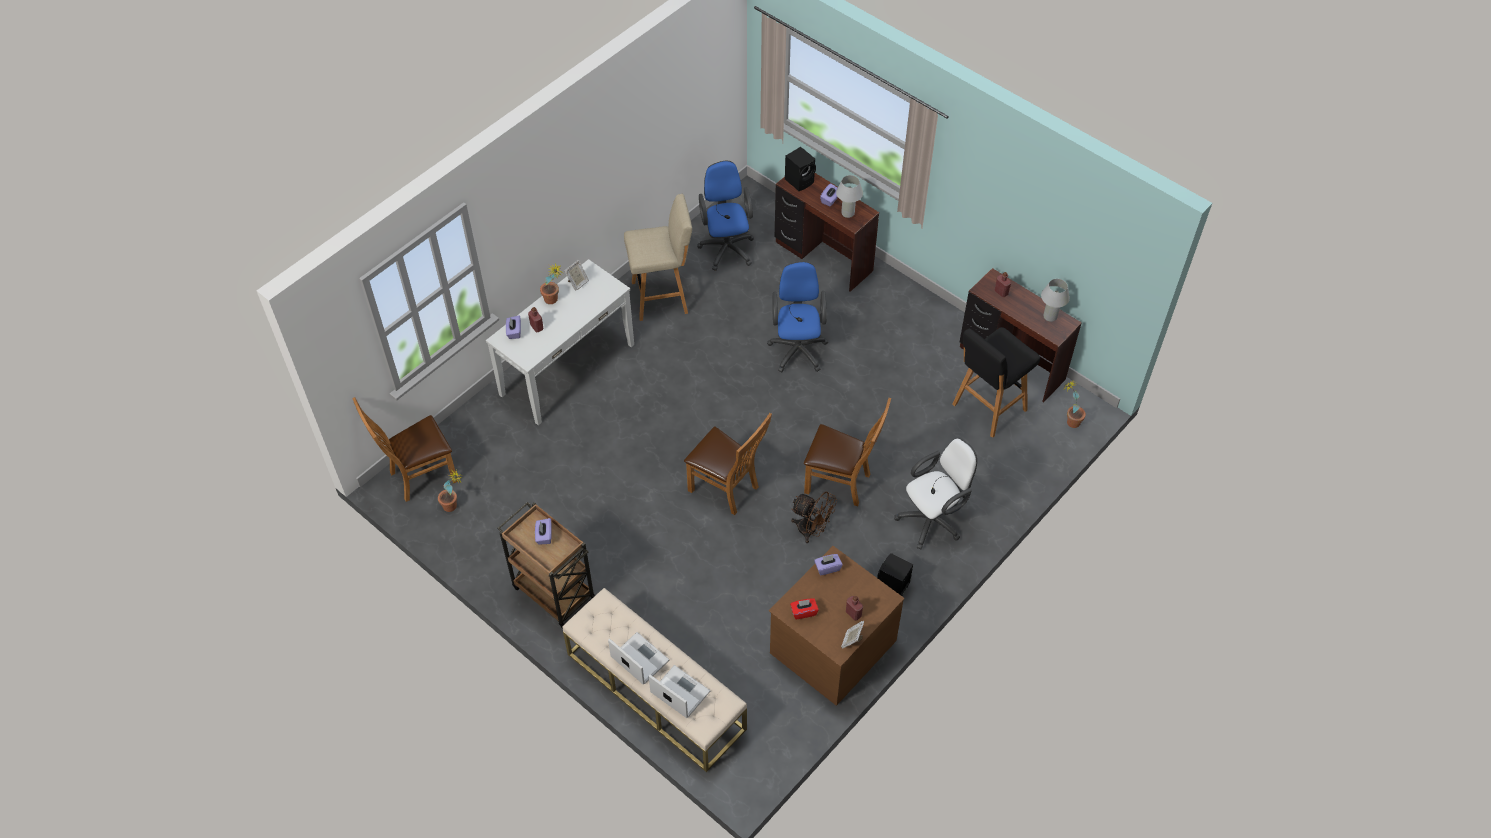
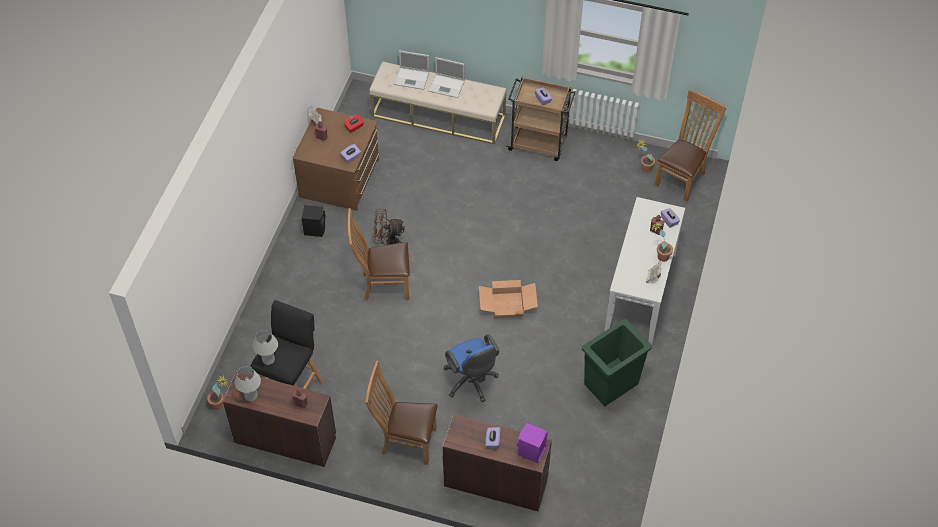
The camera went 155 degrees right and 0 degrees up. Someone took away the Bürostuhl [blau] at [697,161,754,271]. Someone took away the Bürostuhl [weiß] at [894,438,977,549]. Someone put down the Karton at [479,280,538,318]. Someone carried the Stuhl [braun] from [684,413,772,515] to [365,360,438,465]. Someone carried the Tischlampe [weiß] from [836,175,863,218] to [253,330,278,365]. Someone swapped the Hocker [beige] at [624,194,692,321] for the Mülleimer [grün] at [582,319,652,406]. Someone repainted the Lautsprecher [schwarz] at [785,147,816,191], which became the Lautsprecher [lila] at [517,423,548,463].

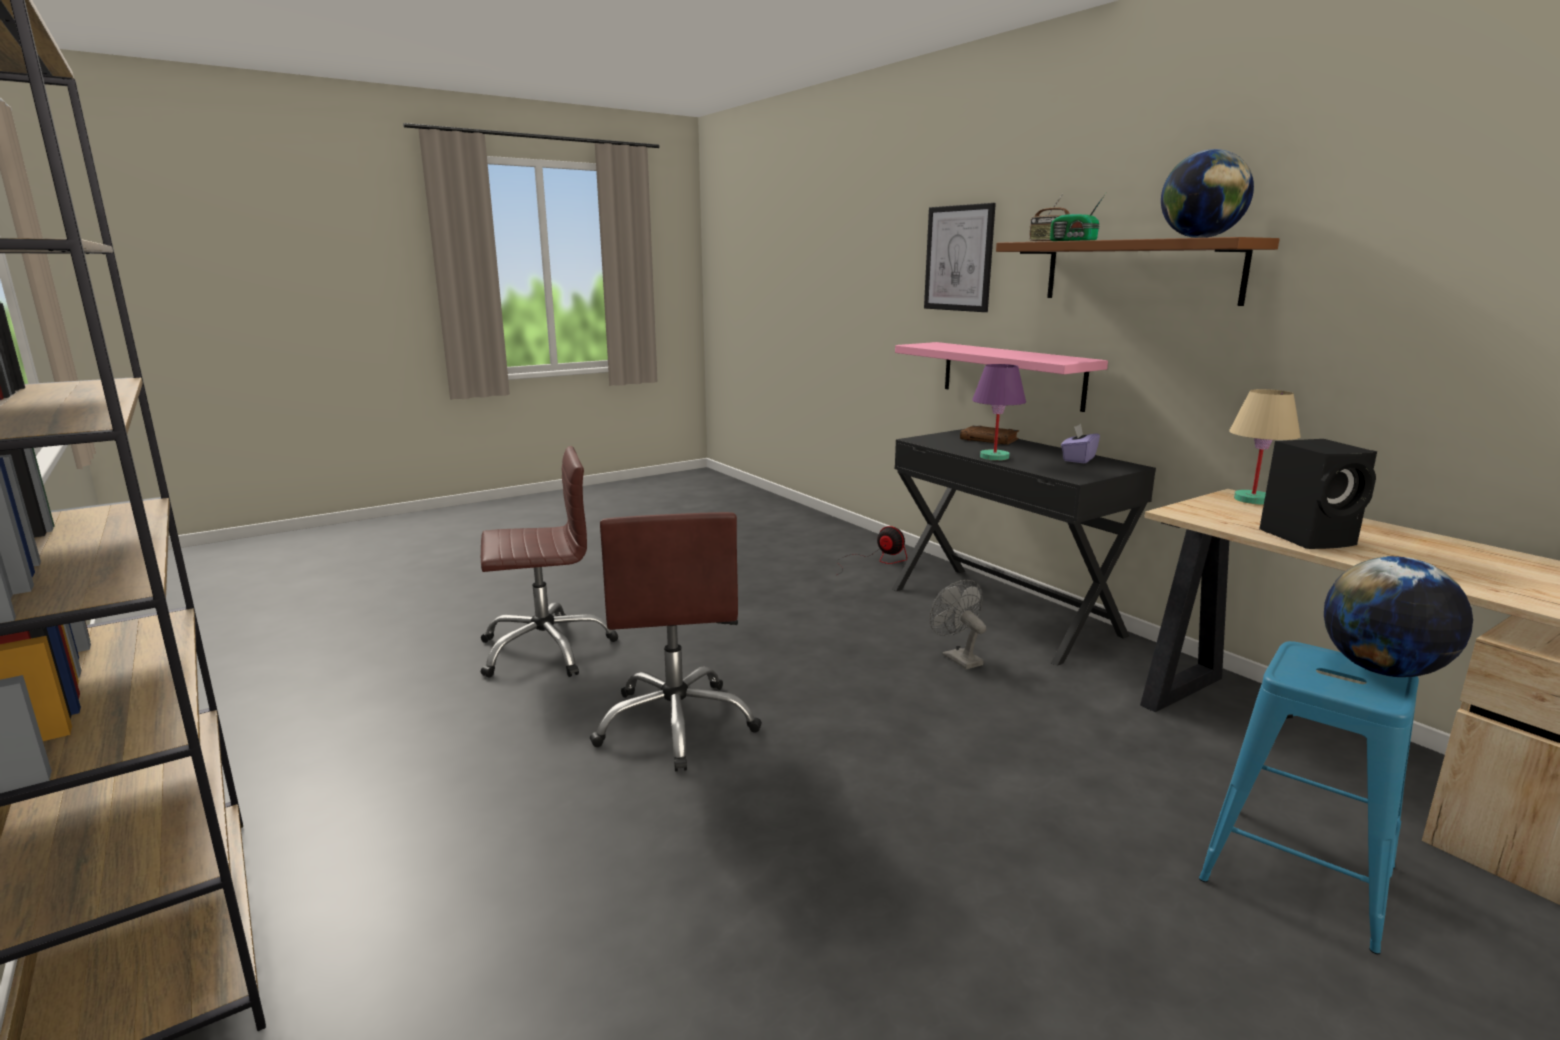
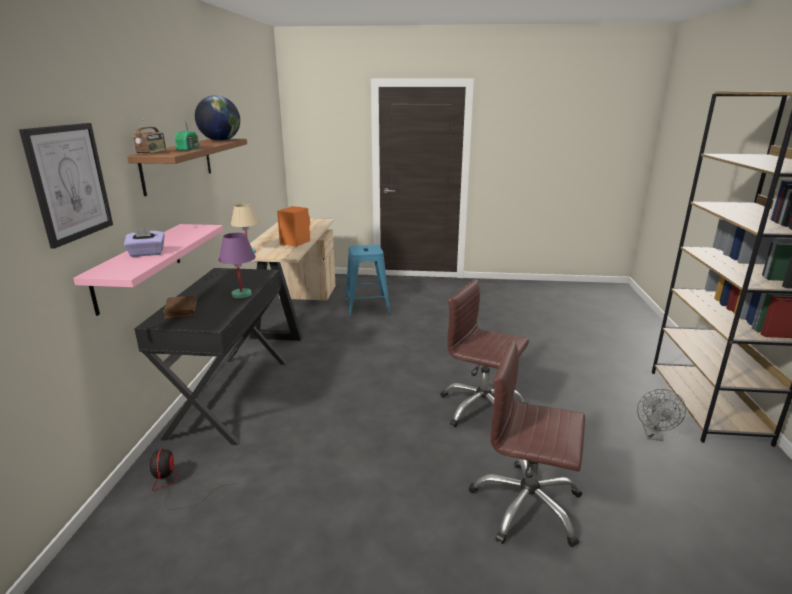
The camera went 140 degrees left and 5 degrees up. Someone took away the Globus at [1324,556,1473,677]. Someone carried the Ventilator [grau] from [930,580,986,669] to [637,389,686,441]. Someone carried the Taschentuchbox [lila] from [1061,424,1100,464] to [124,228,165,257]. Someone repainted the Lautsprecher [schwarz] at [1259,439,1377,549], which became the Lautsprecher [orange] at [277,206,310,247]. Someone rotated the Bürostuhl [braun] at [589,512,762,771] by 90 degrees counterclockwise.

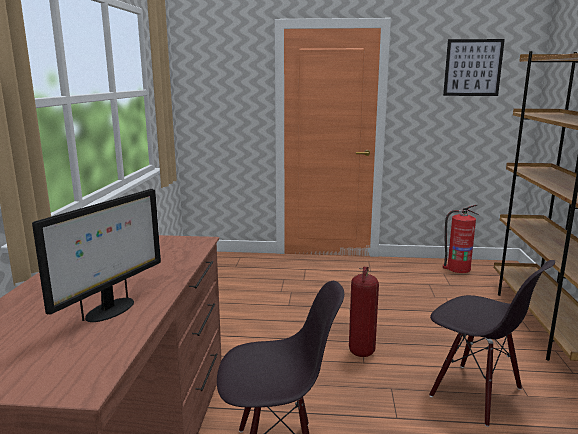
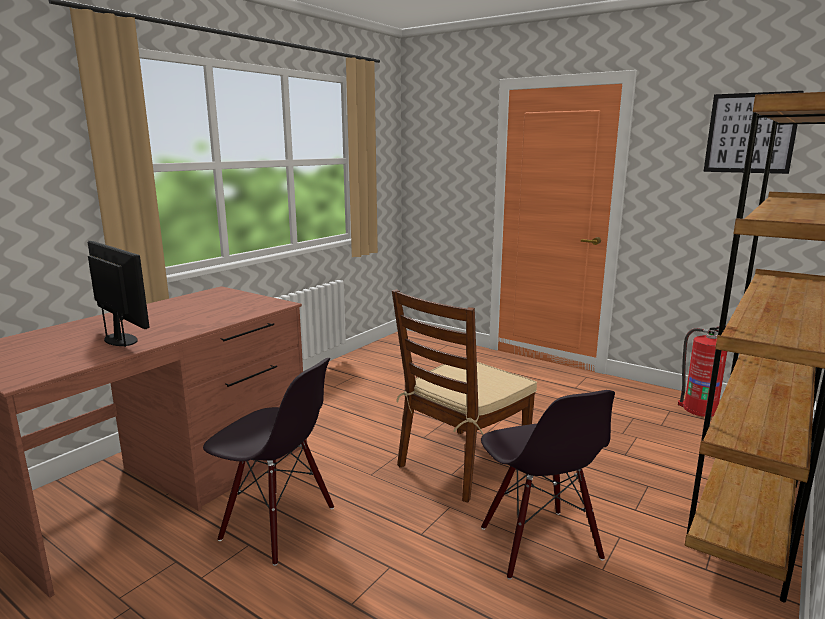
The camera went 30 degrees right and 0 degrees up. Someone swapped the Feuerlöscher at [349,266,379,357] for the Stuhl [braun] at [392,289,537,502]. Someone rotated the Monitor at [32,189,161,322] by 105 degrees counterclockwise.

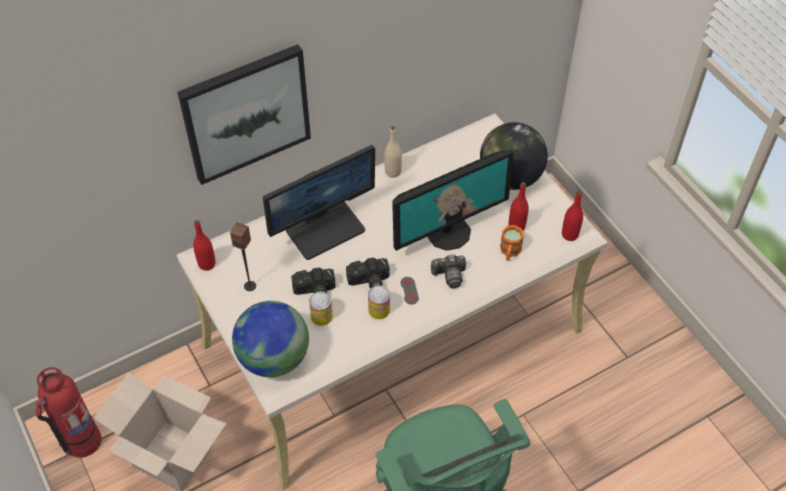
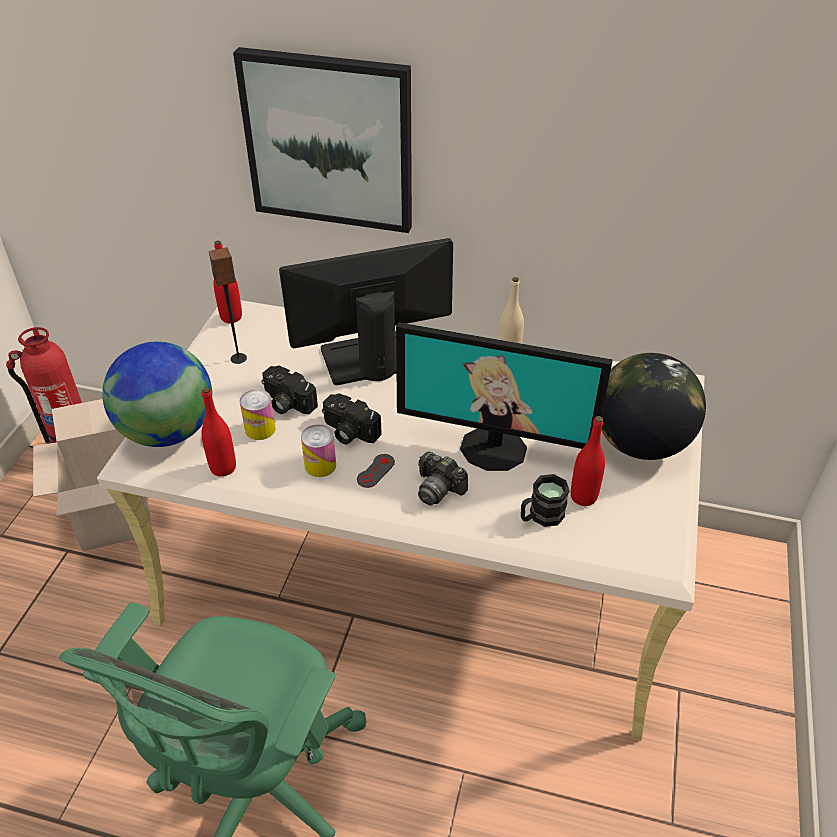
The camera went 45 degrees right and 10 degrees down. Someone carried the Flasche [rot] from [562,190,583,241] to [201,387,236,477]. Someone repainted the Henkelbecher [orange] at [500,225,524,261], which became the Henkelbecher [schwarz] at [521,474,570,527]. Someone rotated the Monitor at [263,145,375,260] by 150 degrees clockwise.

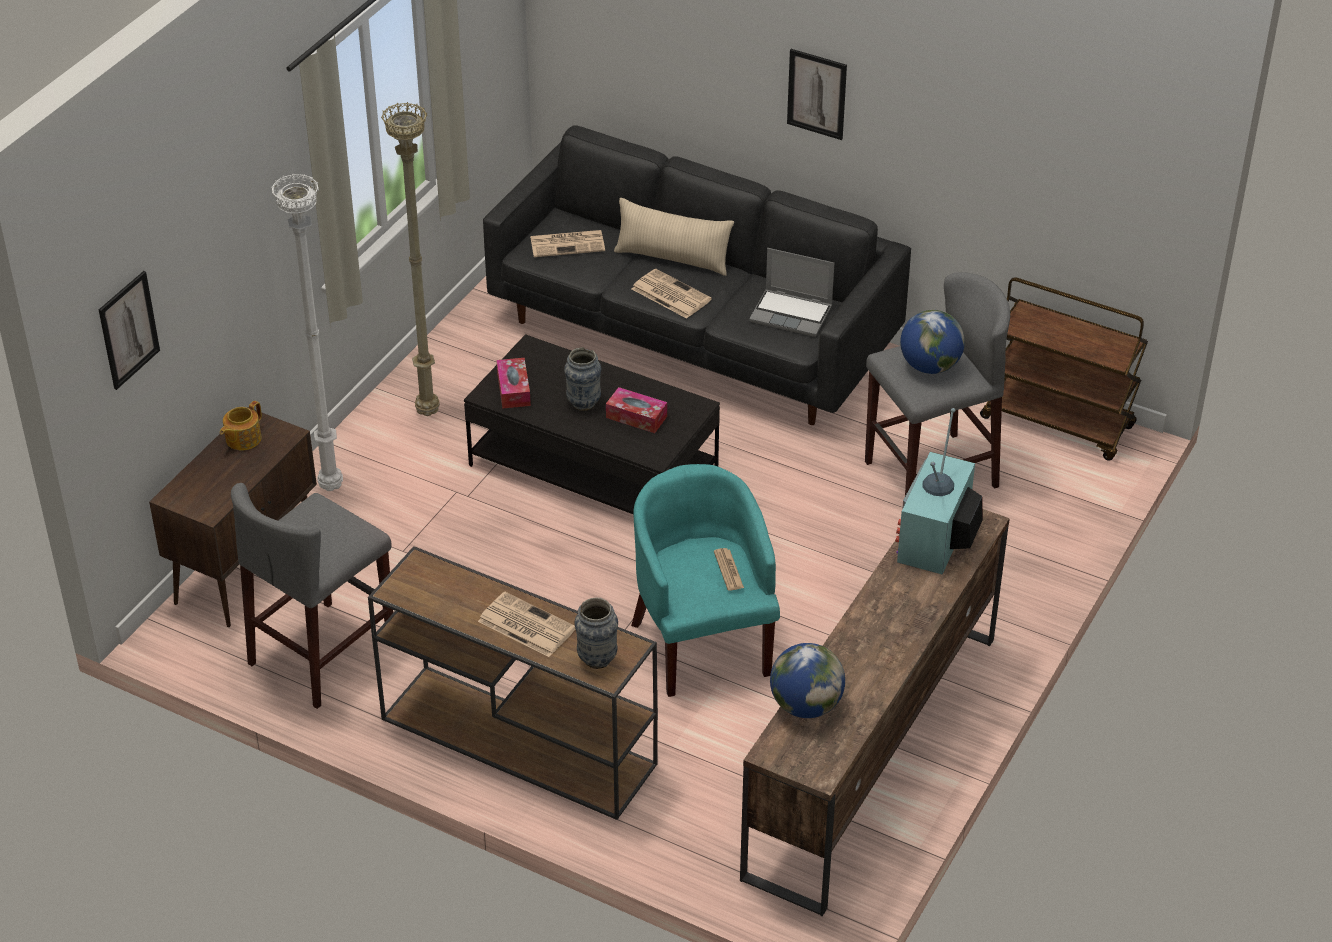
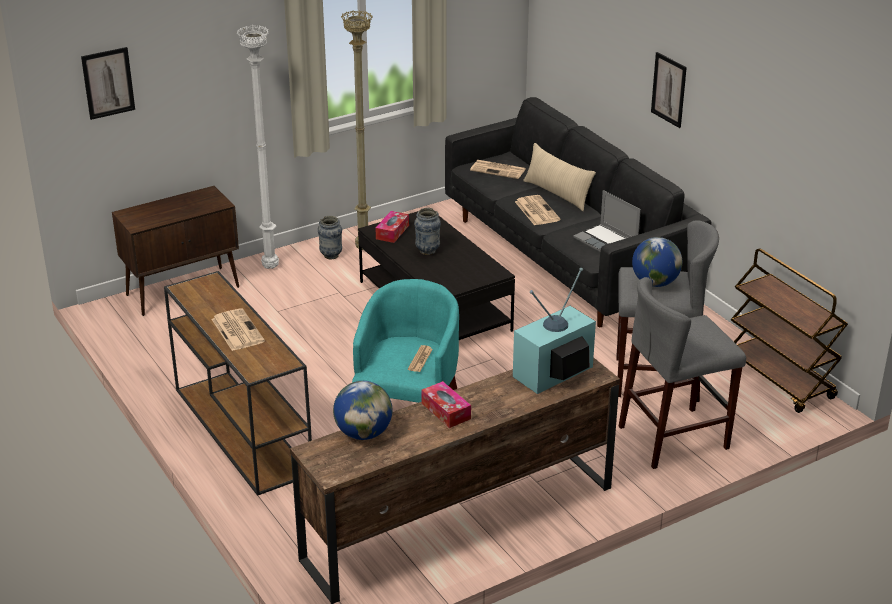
The camera went 30 degrees right and 10 degrees down. Someone took away the Teekanne at [220,401,262,450]. Someone carried the Hocker [grau] from [231,483,393,709] to [619,277,746,469]. Someone carried the Vase from [574,598,618,669] to [318,216,342,259]. Someone carried the Taschentuchbox from [606,387,667,433] to [421,381,471,428].

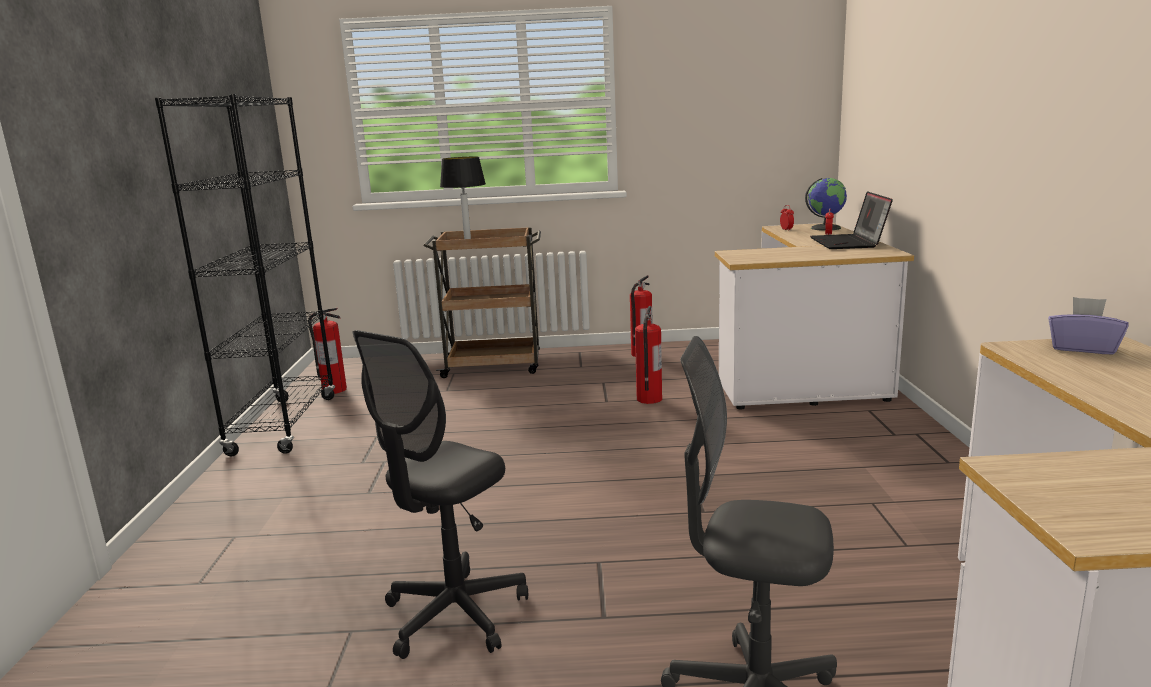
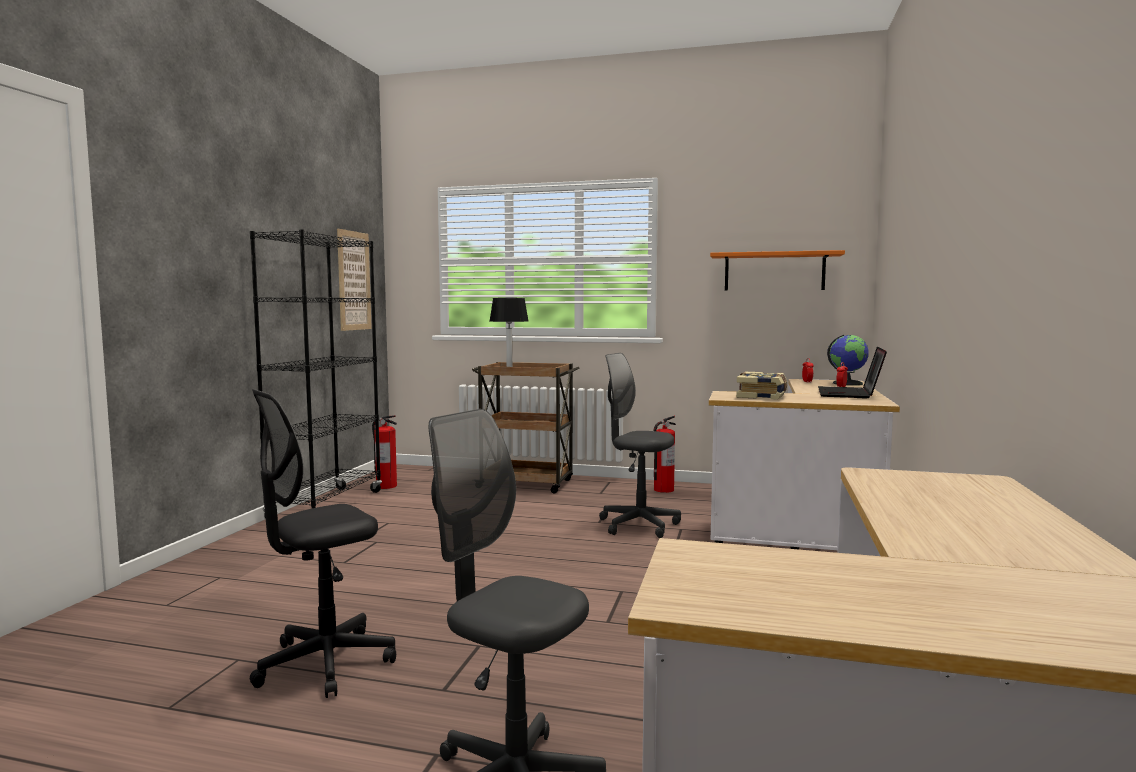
The camera went 15 degrees right and 10 degrees down. Someone took away the Taschentuchbox [lila] at [1048,297,1129,354]. Someone put up the Bild at [337,229,372,331]. Someone put up the Wandregal [orange] at [710,250,845,291]. Someone put down the Buch at [736,372,787,400]. Someone swapped the Feuerlöscher at [635,306,662,404] for the Bürostuhl [grau] at [599,353,681,538].

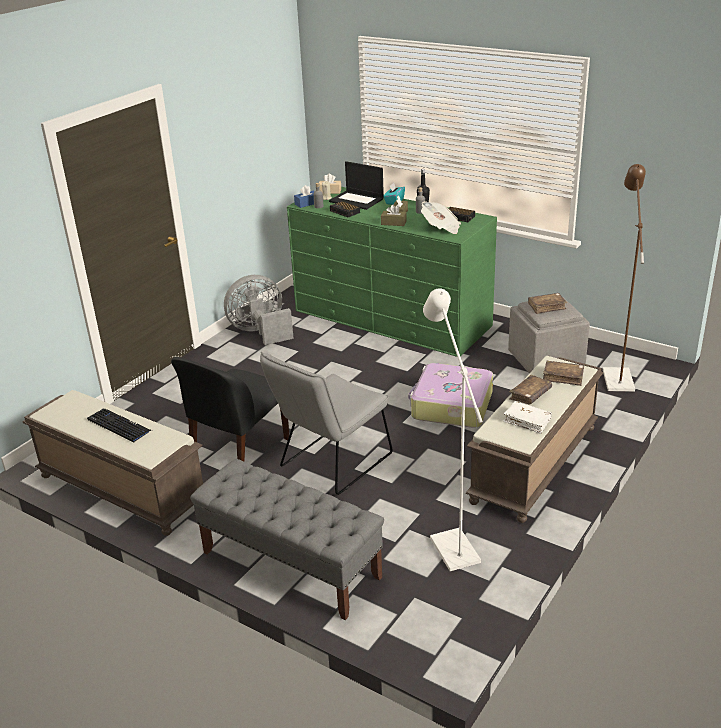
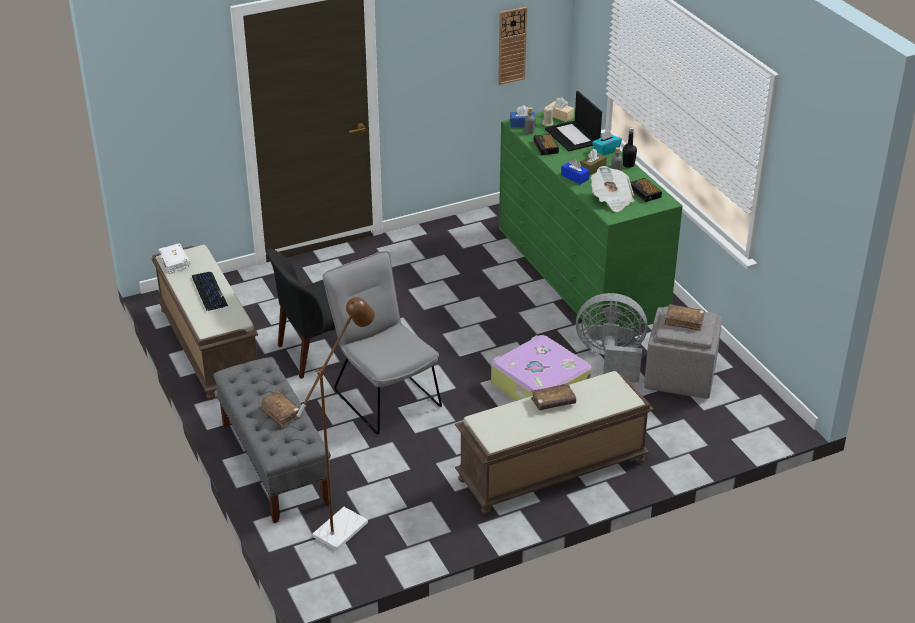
The camera went 30 degrees right and 5 degrees up. Someone took away the Stehlampe [weiß] at [423,288,483,571]. Someone put up the Wanduhr at [498,7,527,85]. Someone carried the Ventilator [grau] from [224,275,294,345] to [576,293,648,383]. Someone carried the Buch [weiß] from [504,401,552,434] to [158,243,191,274]. Someone carried the Buch [braun] from [543,361,584,386] to [258,390,303,428]. Someone carried the Stehlampe [braun] from [603,164,646,392] to [296,297,375,550]. Someone repainted the Taschentuchbox [braun] at [381,204,407,226], which became the Taschentuchbox [blau] at [561,158,590,184]. Someone rotated the Stuhl [grau] at [260,352,393,495] by 75 degrees clockwise.

